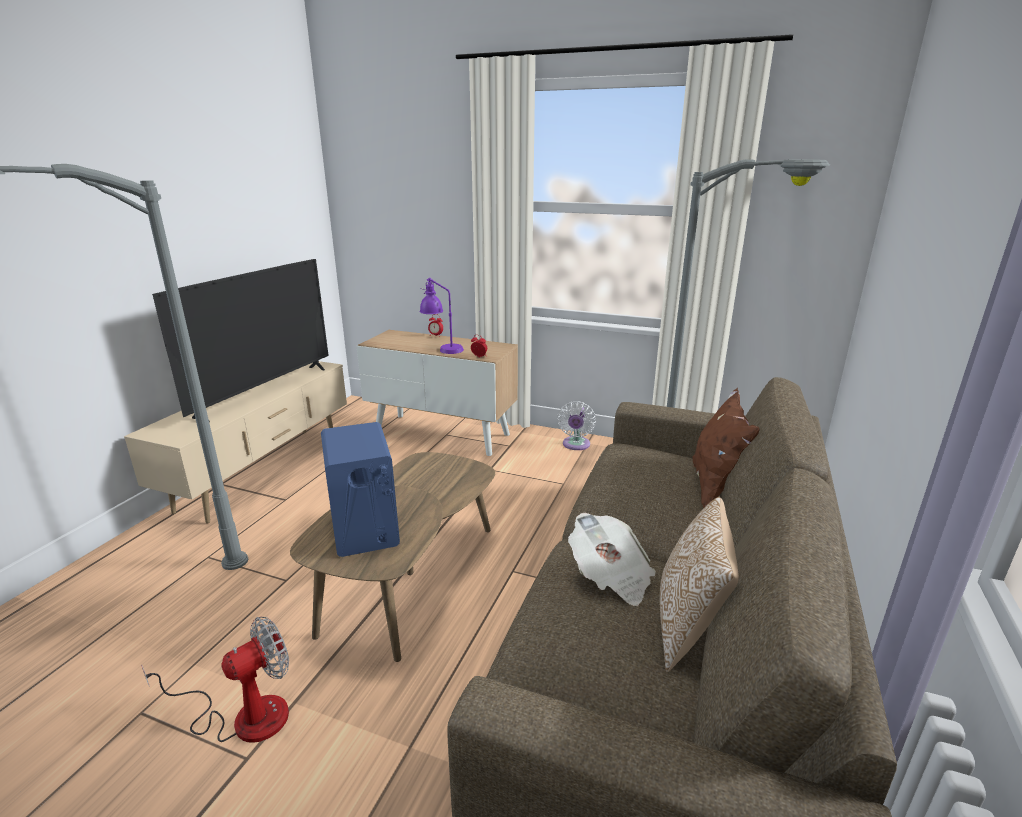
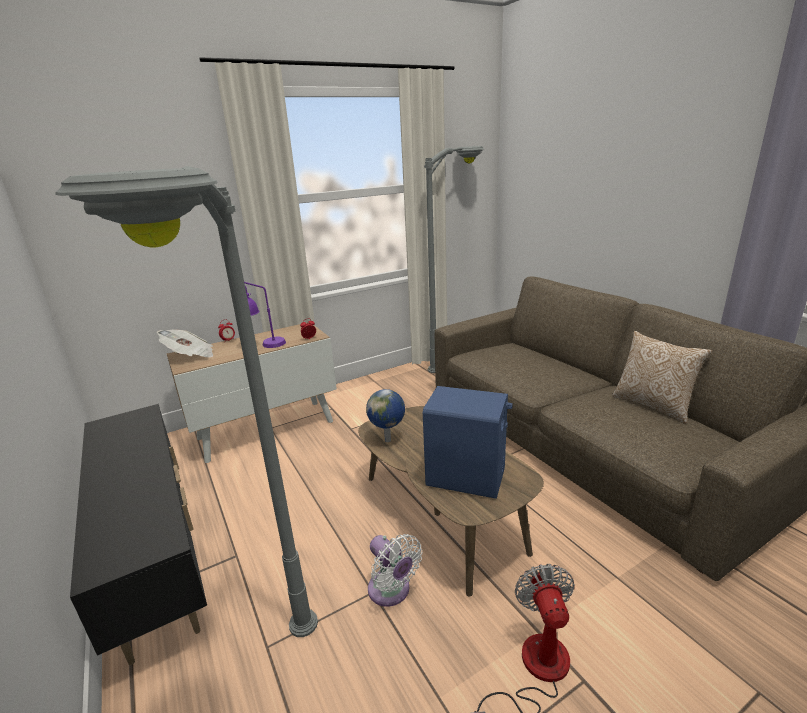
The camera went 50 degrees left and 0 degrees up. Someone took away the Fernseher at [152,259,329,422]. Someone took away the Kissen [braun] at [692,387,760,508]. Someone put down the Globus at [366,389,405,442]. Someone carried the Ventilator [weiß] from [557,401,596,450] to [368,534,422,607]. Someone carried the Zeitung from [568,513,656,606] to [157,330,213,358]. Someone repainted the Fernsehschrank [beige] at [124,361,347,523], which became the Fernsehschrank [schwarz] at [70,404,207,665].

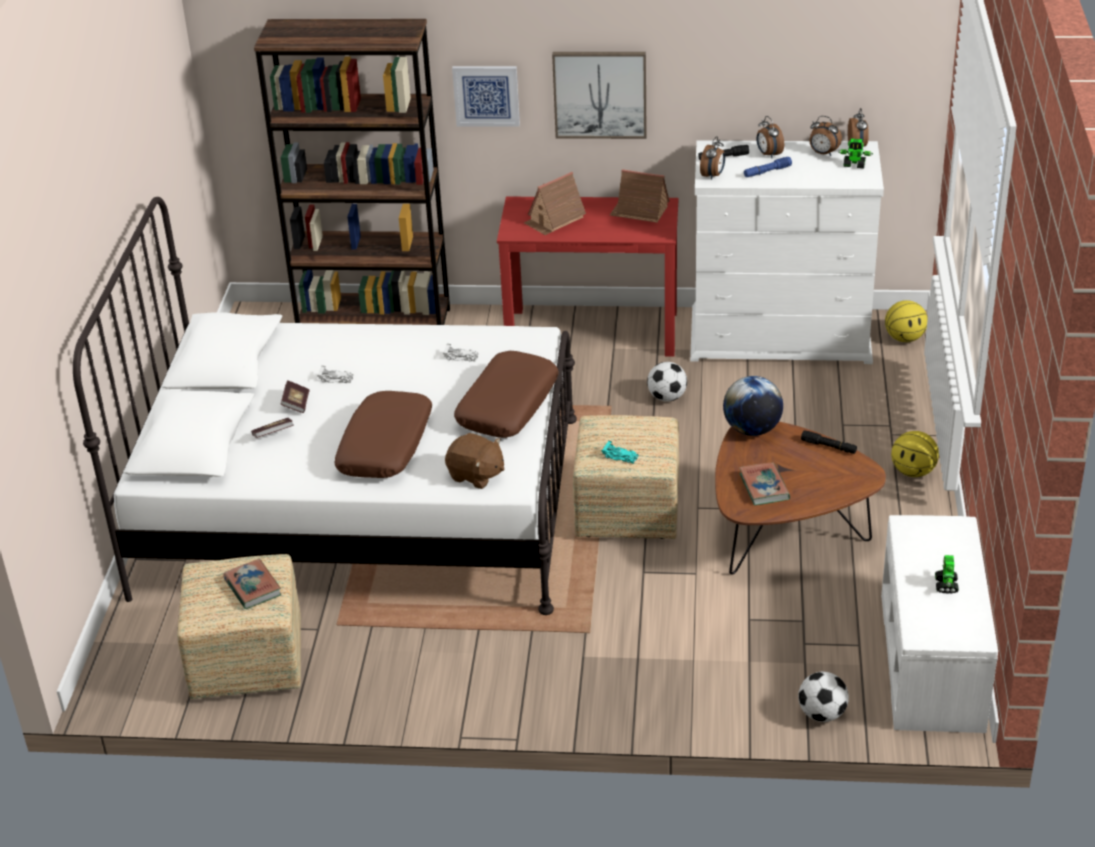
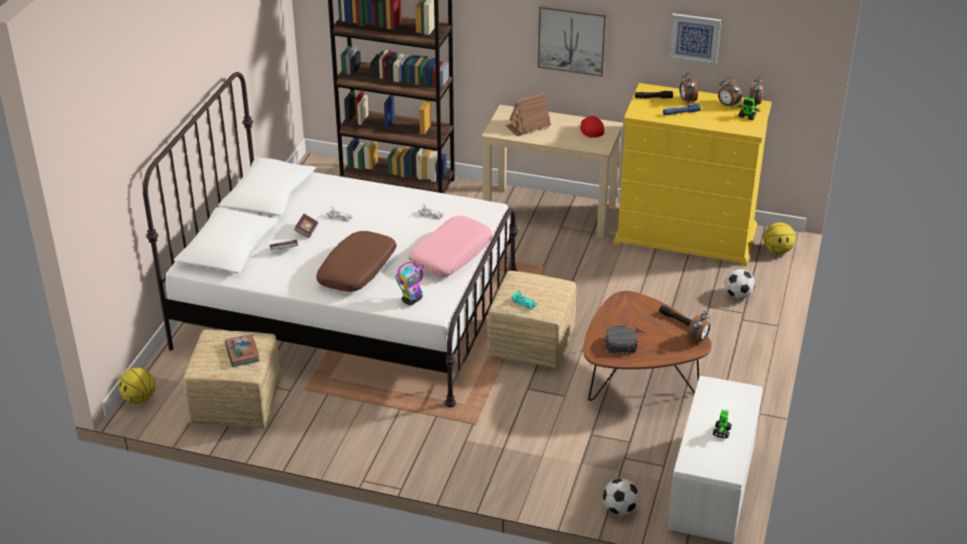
The camera went 10 degrees right and 0 degrees up. Someone took away the Globus at [723,376,783,436]. Someone carried the Bild from [452,66,520,127] to [669,13,721,65]. Someone carried the Fußball from [647,362,687,402] to [724,269,755,299]. Someone carried the Wecker from [700,136,725,180] to [687,311,710,343]. Someone carried the Basketball from [891,431,939,477] to [118,368,156,404]. Someone swapped the Plüschtier [braun] at [445,433,504,489] for the Spielzeugroboter at [396,262,424,306]. Someone swapped the Spielzeughaus at [610,169,670,223] for the Kappe [rot] at [580,116,604,138]. Someone swapped the Buch at [739,462,790,505] for the Kappe [schwarz] at [606,326,637,355]. Someone repainted the Kissen [braun] at [454,351,559,438], which became the Kissen [rosa] at [409,216,493,277]. Someone repainted the Schreibtisch [rot] at [497,197,679,357], which became the Schreibtisch [beige] at [482,105,623,238]. Someone repainted the Kommode [weiß] at [690,141,884,364], which became the Kommode [gelb] at [614,83,772,266].

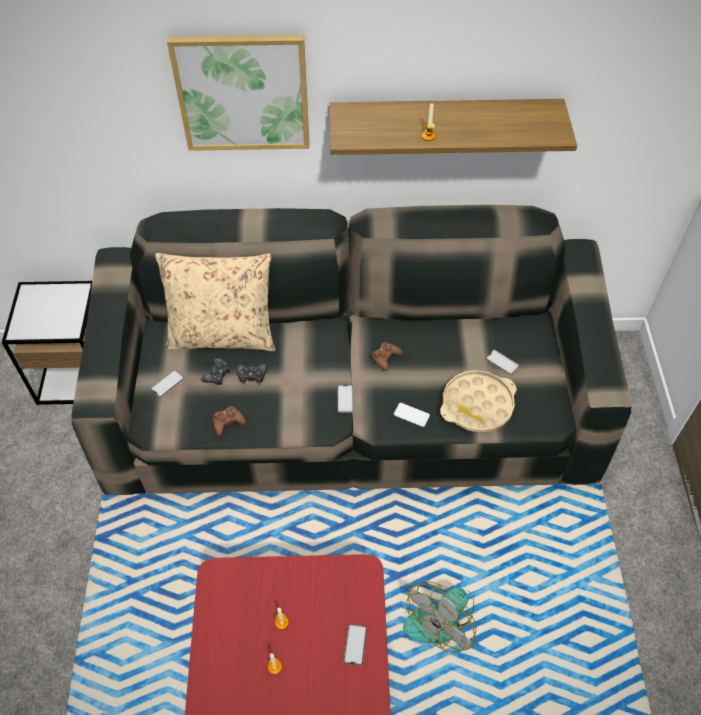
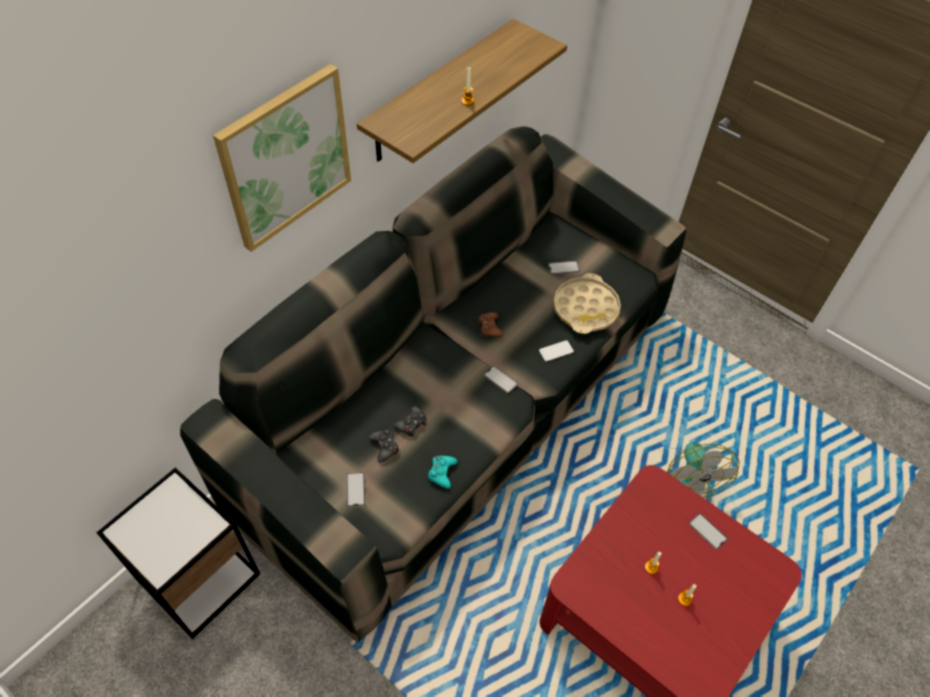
The camera went 50 degrees left and 0 degrees up. Someone took away the Kissen [beige] at [155,253,275,351]. Someone repainted the Gamepad [braun] at [213,406,246,436], which became the Gamepad [türkis] at [428,455,457,488].

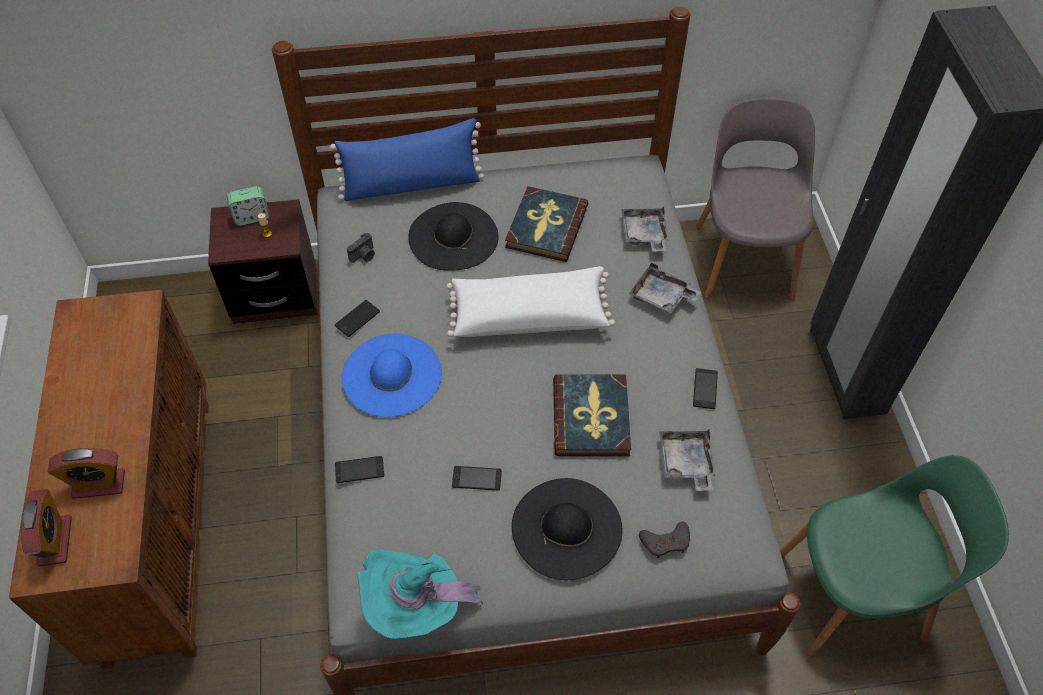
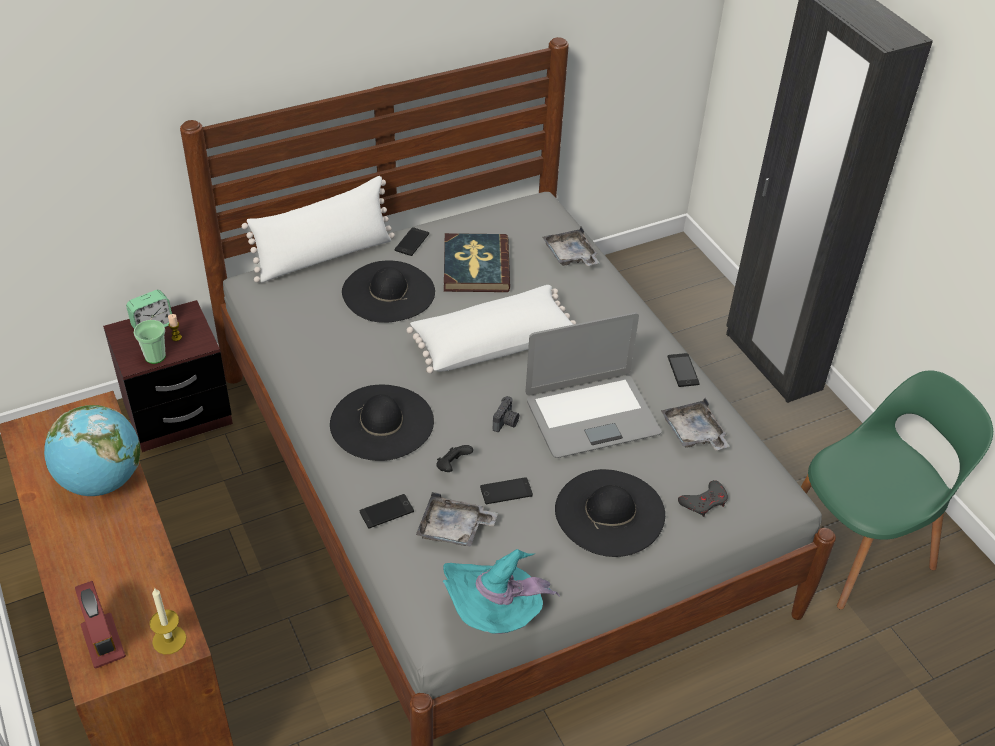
The camera went 20 degrees left and 10 degrees down. Someone took away the Wecker at [48,448,125,499]. Someone took away the Stuhl [grau] at [696,98,815,301]. Someone put down the Globus at [44,405,140,496]. Someone put down the Tasse at [133,320,166,364]. Someone put down the Kerze at [149,587,186,654]. Someone put down the Gamepad [schwarz] at [436,445,473,472]. Someone carried the Handy from [335,300,380,337] to [395,227,429,256]. Someone carried the Kamera from [347,233,375,263] to [493,396,519,432]. Someone carried the Tablett [grau] from [629,263,701,313] to [416,492,498,547]. Someone swapped the Buch at [553,374,631,456] for the Laptop at [526,312,661,458]. Someone repainted the Kissen [blau] at [330,118,484,201], which became the Kissen [weiß] at [242,176,395,283]. Someone repainted the Hut [blau] at [342,334,442,417], which became the Hut [schwarz] at [330,385,434,461].

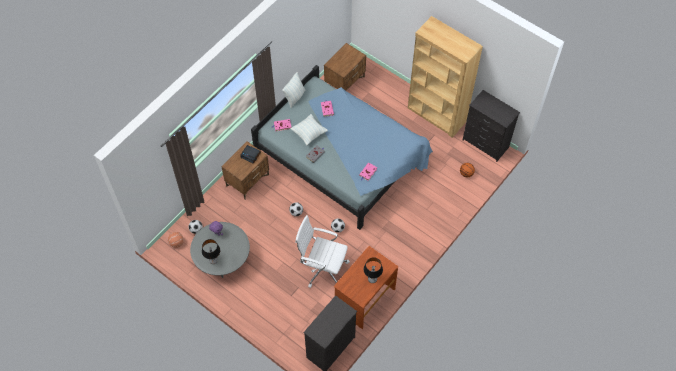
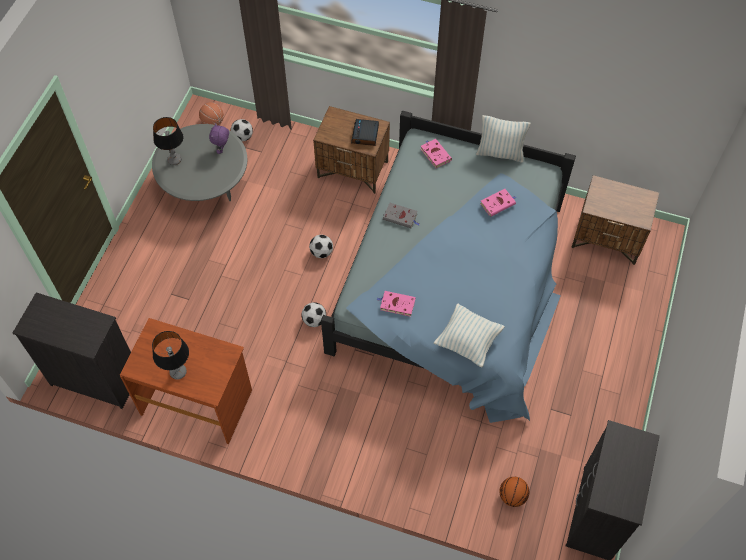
The camera went 70 degrees right and 0 degrees up. Someone took away the Bürostuhl [weiß] at [295,215,350,288]. Someone took away the Bücherregal [braun] at [408,16,483,138]. Someone carried the Kissen from [290,114,328,145] to [434,303,505,367].

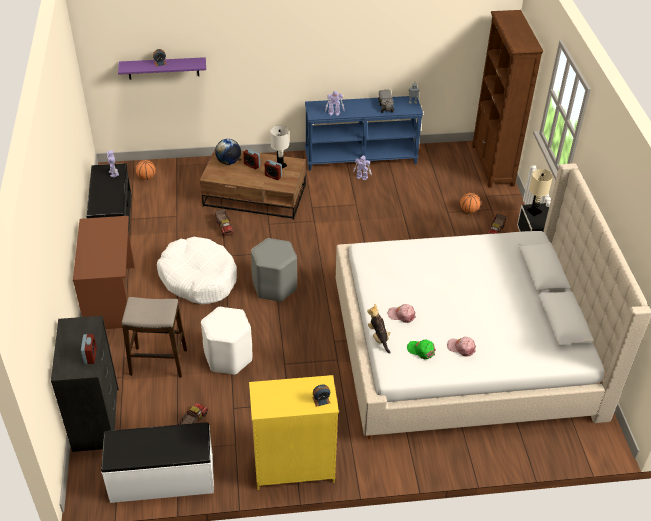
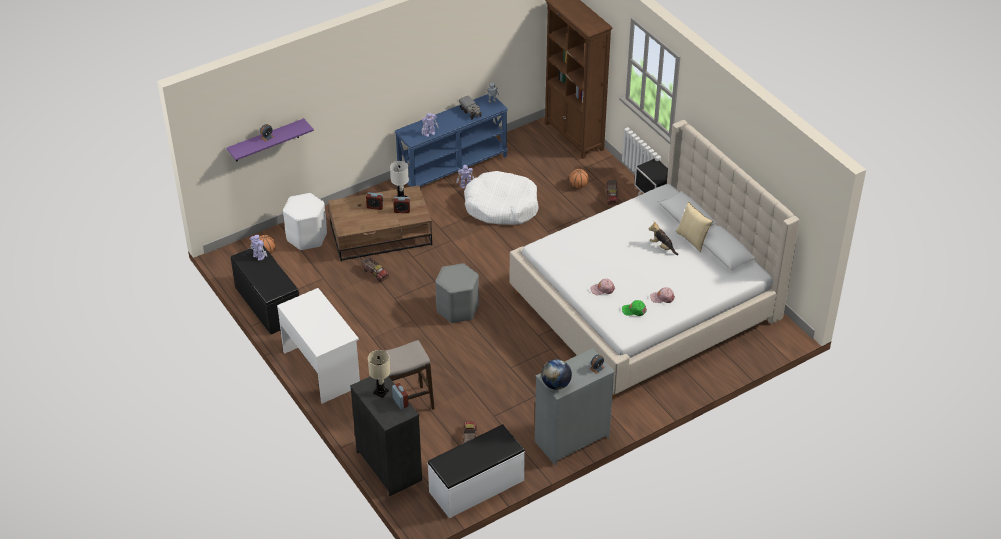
The camera went 25 degrees left and 0 degrees up. Someone put down the Kissen at [676,202,713,252]. Someone carried the Hundebett [weiß] from [157,237,237,305] to [464,171,538,225]. Someone carried the Hocker [weiß] from [201,307,252,375] to [283,193,327,251]. Someone carried the Globus from [215,139,241,165] to [541,359,572,390]. Someone carried the Plüschtier from [367,304,391,354] to [648,221,679,255]. Someone carried the Tischlampe [beige] from [527,169,553,216] to [368,350,390,398]. Someone repainted the Schreibtisch [braun] at [73,216,135,329], which became the Schreibtisch [weiß] at [277,288,360,404]. Someone repainted the Kommode [gelb] at [249,375,339,490], which became the Kommode [grau] at [535,348,615,466].

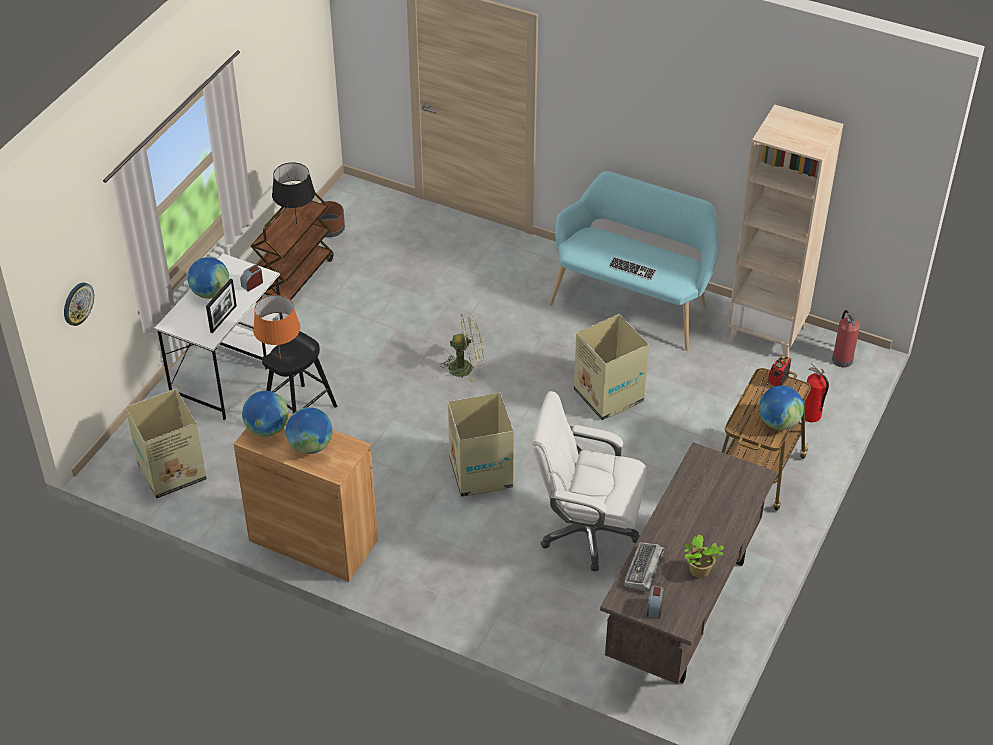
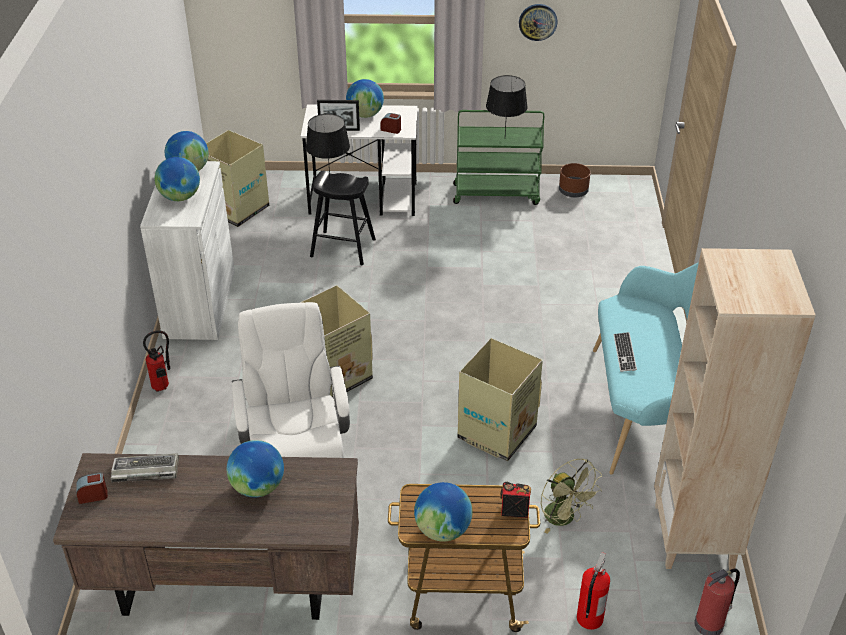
The camera went 65 degrees right and 5 degrees down. Someone took away the Topfpflanze at [684,534,724,578]. Someone put down the Feuerlöscher at [143,331,170,392]. Someone put down the Globus at [227,440,284,497]. Someone carried the Wanduhr from [64,283,94,326] to [519,4,557,41]. Someone carried the Ventilator [grün] from [440,313,484,383] to [541,459,602,534]. Someone repainted the Schrank [braun] at [234,413,378,582], which became the Schrank [weiß] at [140,161,235,340]. Someone repainted the Rollwagen [braun] at [251,192,333,300], which became the Rollwagen [grün] at [453,110,544,205]. Someone repainted the Tischlampe [orange] at [253,295,300,359], which became the Tischlampe [schwarz] at [306,114,350,178].

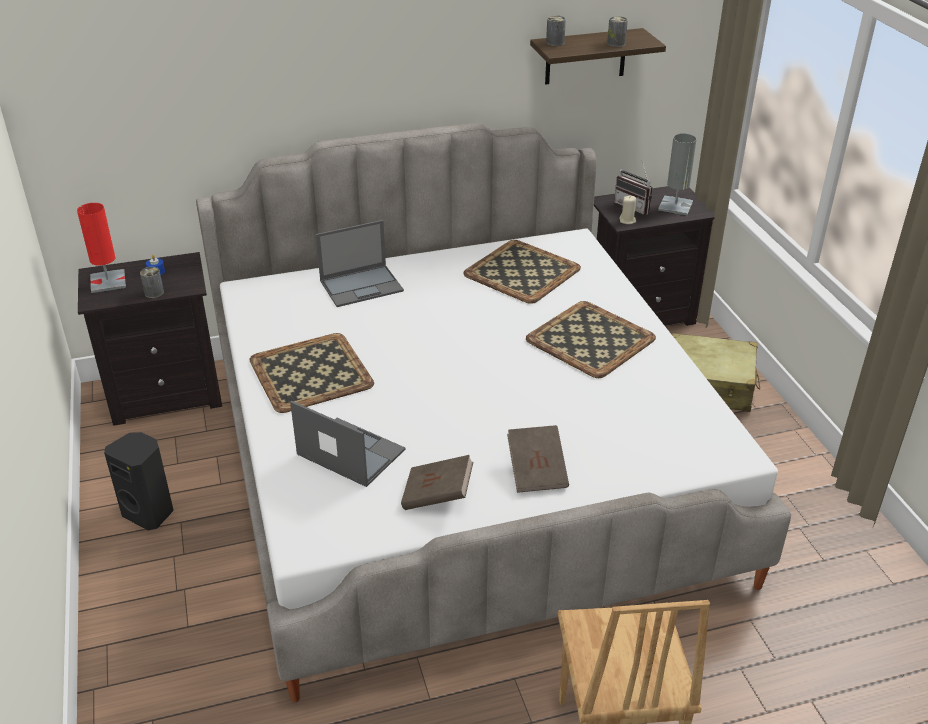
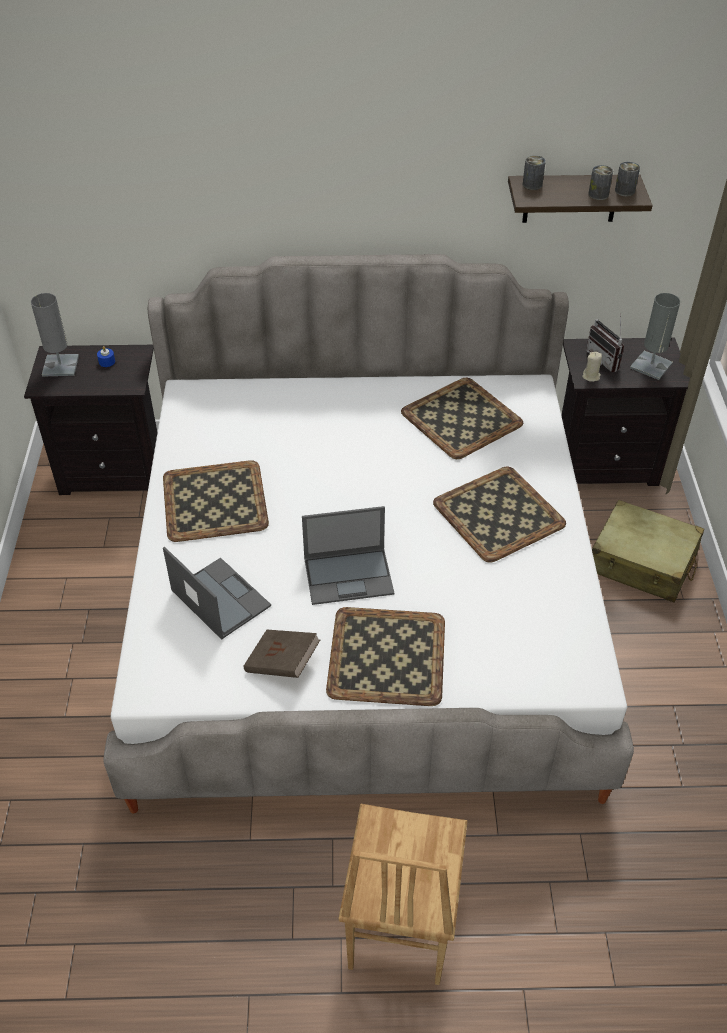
The camera went 15 degrees right and 10 degrees up. Someone took away the Lautsprecher [schwarz] at [104,432,174,530]. Someone carried the Dose from [140,267,164,298] to [615,162,640,196]. Someone carried the Laptop from [316,220,404,307] to [302,506,394,605]. Someone swapped the Buch [braun] at [507,425,569,493] for the Tablett at [326,607,445,706]. Someone repainted the Tischlampe [rot] at [77,203,126,293], which became the Tischlampe [grau] at [31,293,79,377].

